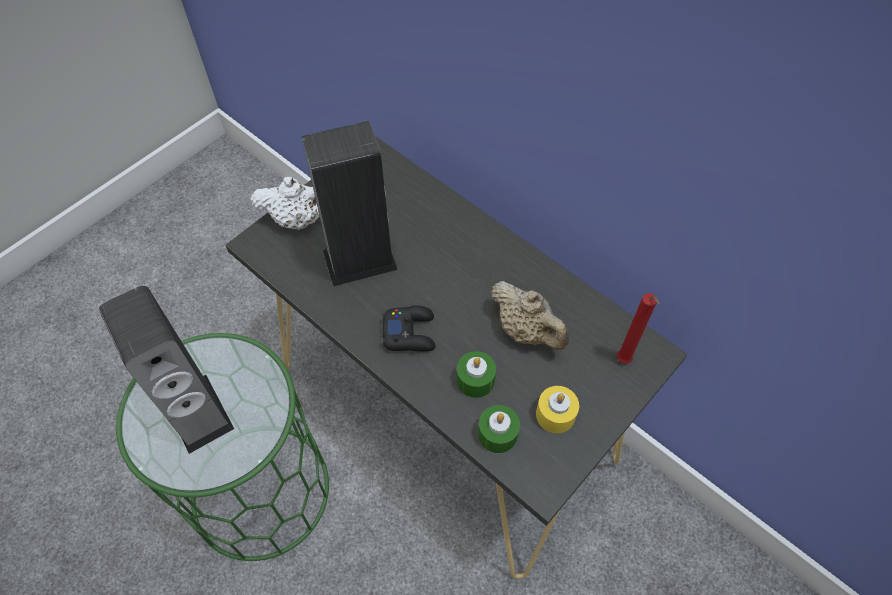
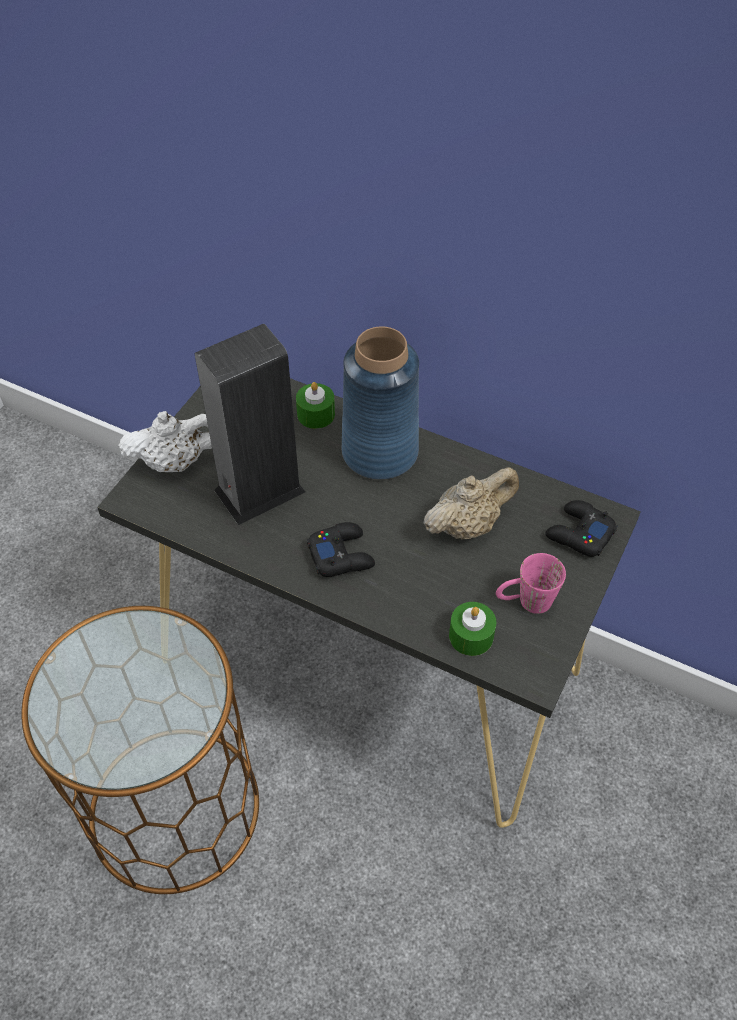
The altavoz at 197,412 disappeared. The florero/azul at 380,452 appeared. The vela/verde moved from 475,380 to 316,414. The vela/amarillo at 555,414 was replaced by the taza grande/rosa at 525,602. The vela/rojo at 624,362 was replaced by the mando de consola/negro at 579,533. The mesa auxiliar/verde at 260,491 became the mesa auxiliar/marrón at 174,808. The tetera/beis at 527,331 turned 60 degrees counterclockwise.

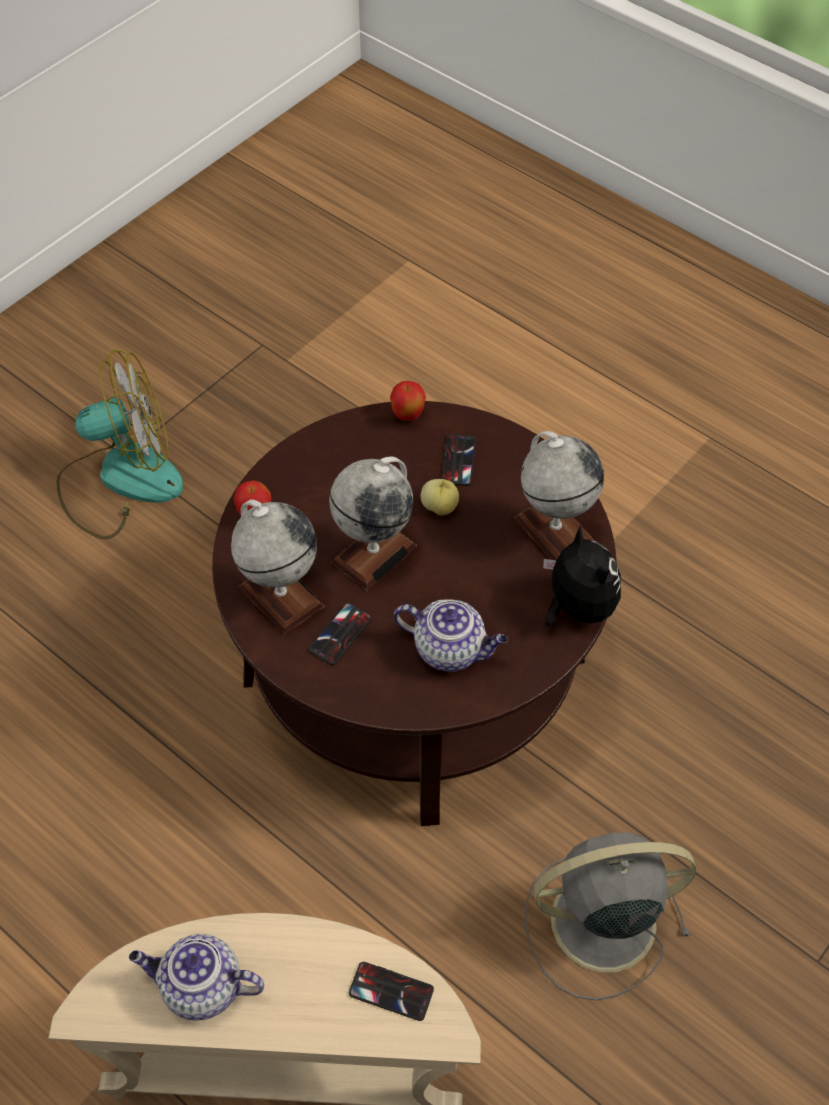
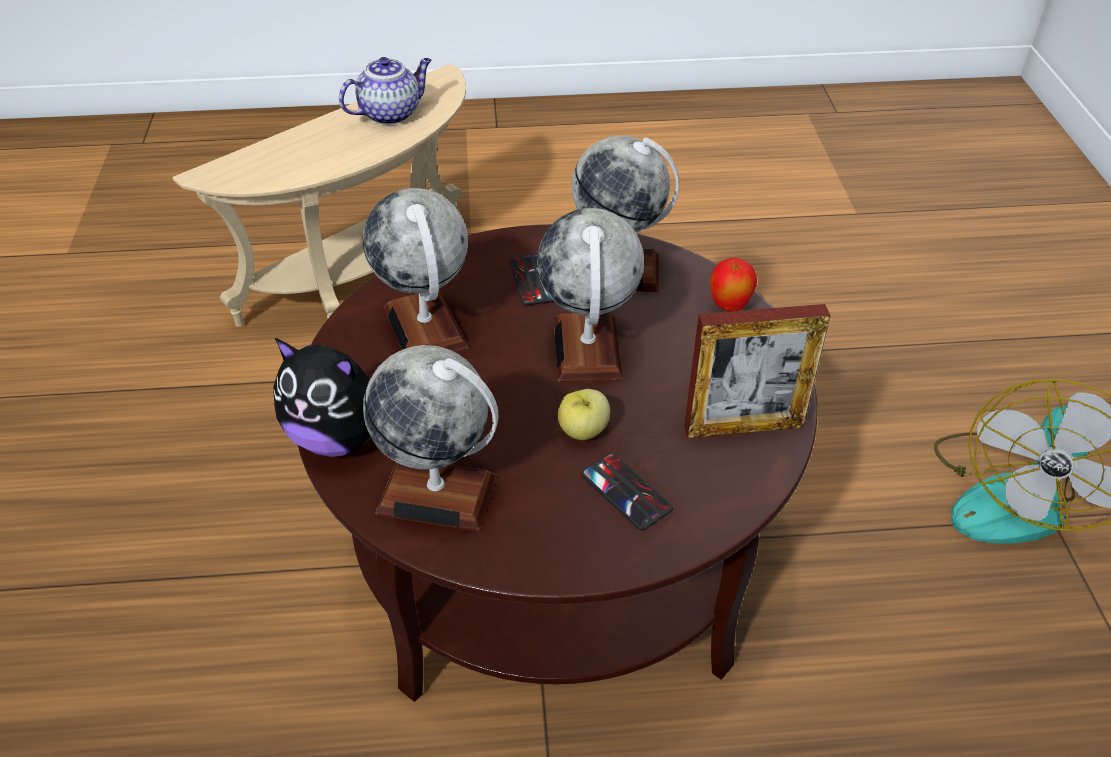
The móvil at 391,991 disappeared. The manzana at 407,416 disappeared. The ventilador/gris at 598,922 disappeared. The portarretratos at 743,427 appeared. The tetera at 451,649 was replaced by the globo terráqueo at 426,328.

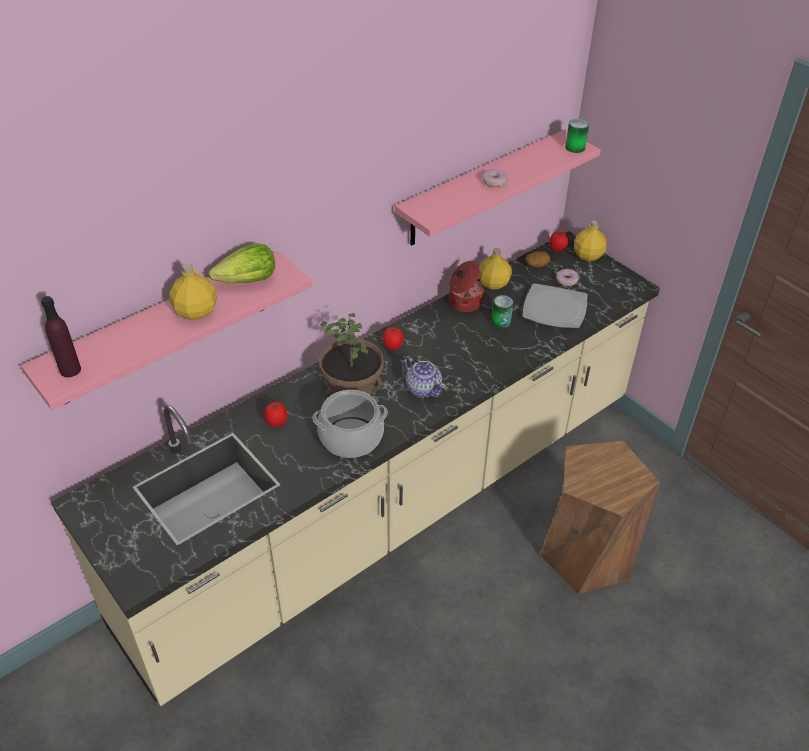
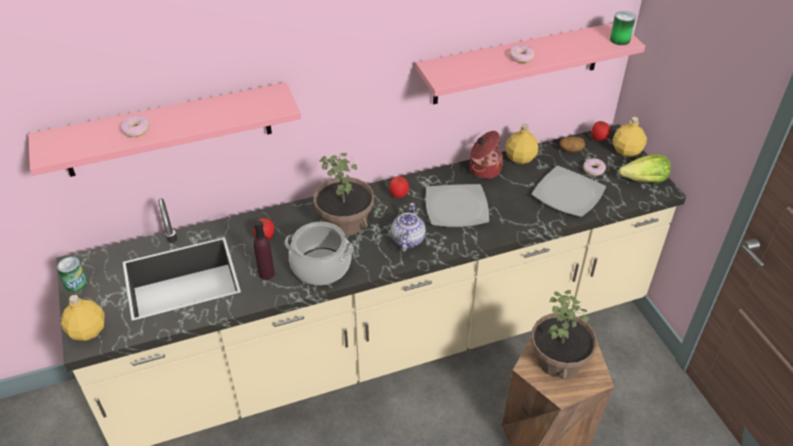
The rosquilla at 136,130 appeared. The plato at 457,207 appeared. The planta en maceta at 559,360 appeared. The botella/morado moved from 70,370 to 266,274. The botella/amarillo moved from 195,311 to 87,330. The lechuga moved from 247,281 to 644,181. The lata moved from 501,321 to 76,283. The tetera at 424,389 turned 150 degrees counterclockwise.

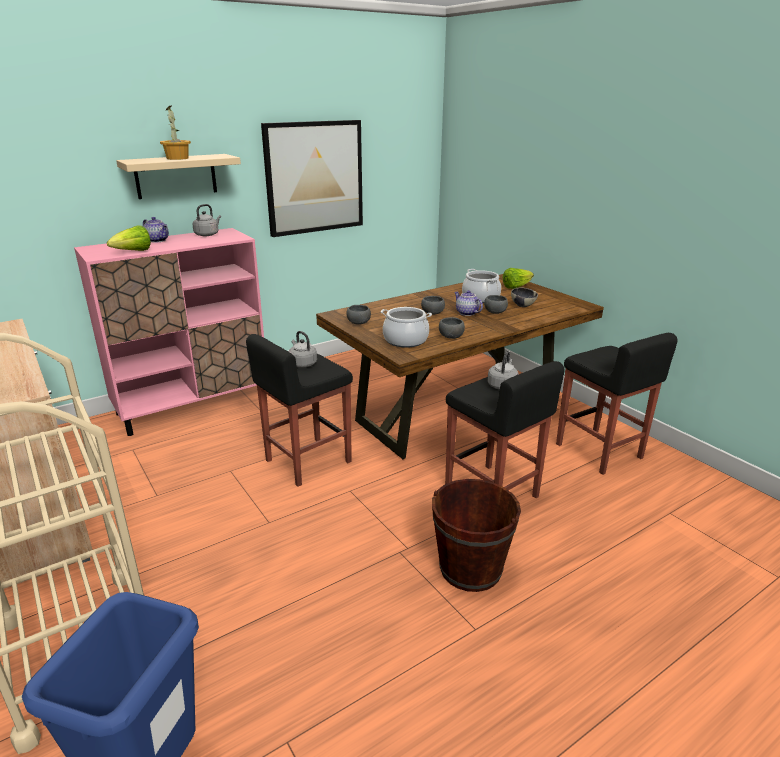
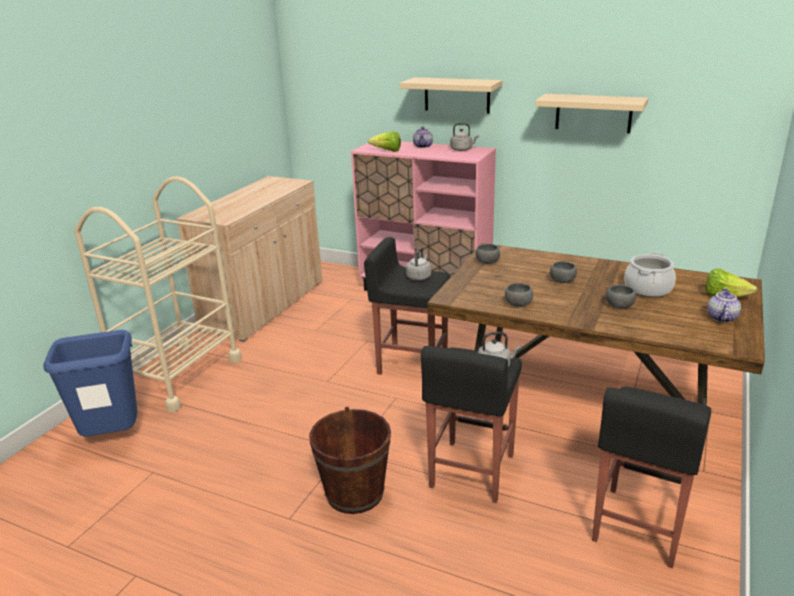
The planta en maceta at 178,158 disappeared. The olla at 405,340 disappeared. The cuenco at 523,305 disappeared. The tetera moved from 466,313 to 720,317. The cuadro at 314,177 was replaced by the estante/beis at 593,113.

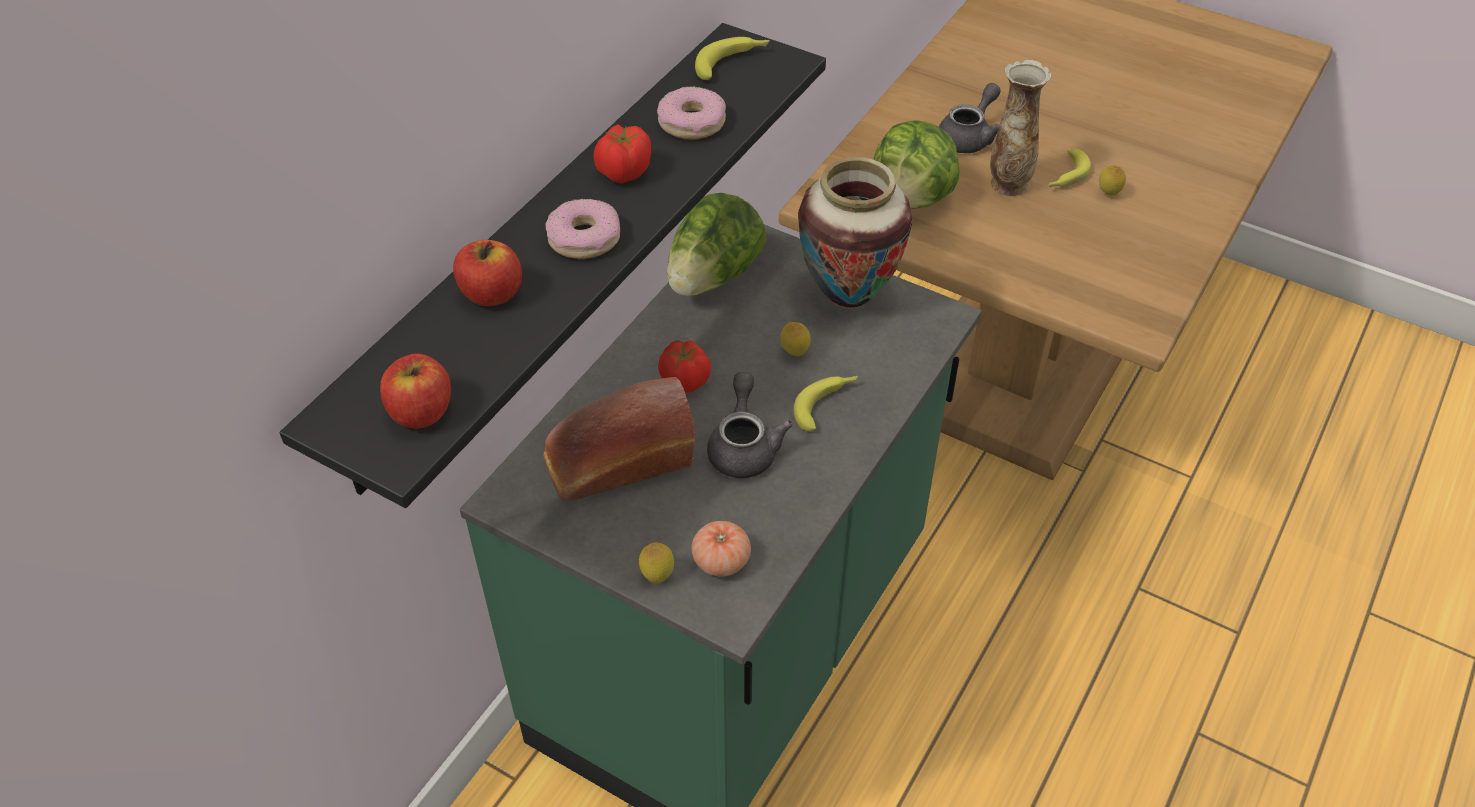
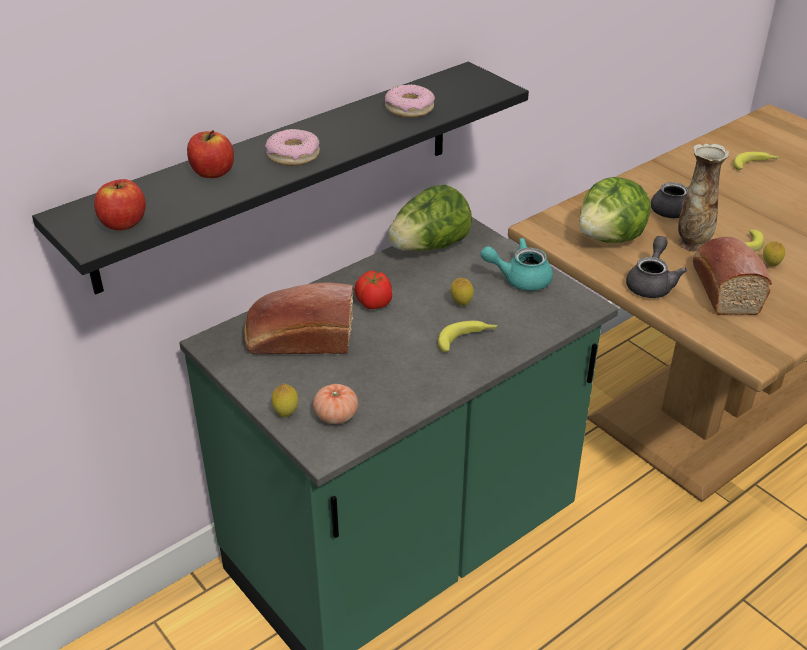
The tomate at 623,172 disappeared. The pan at 723,287 appeared. The plátano moved from 732,63 to 755,165. The tetera/gris moved from 744,446 to 651,283. The florero at 847,297 was replaced by the tetera/turquesa at 519,279.

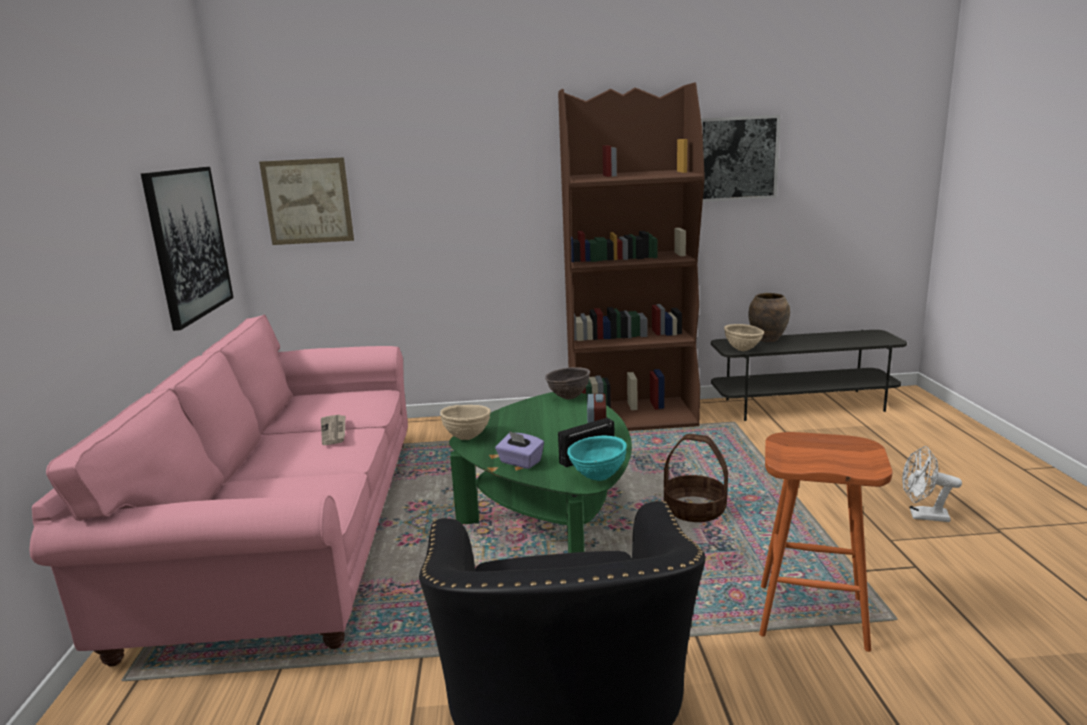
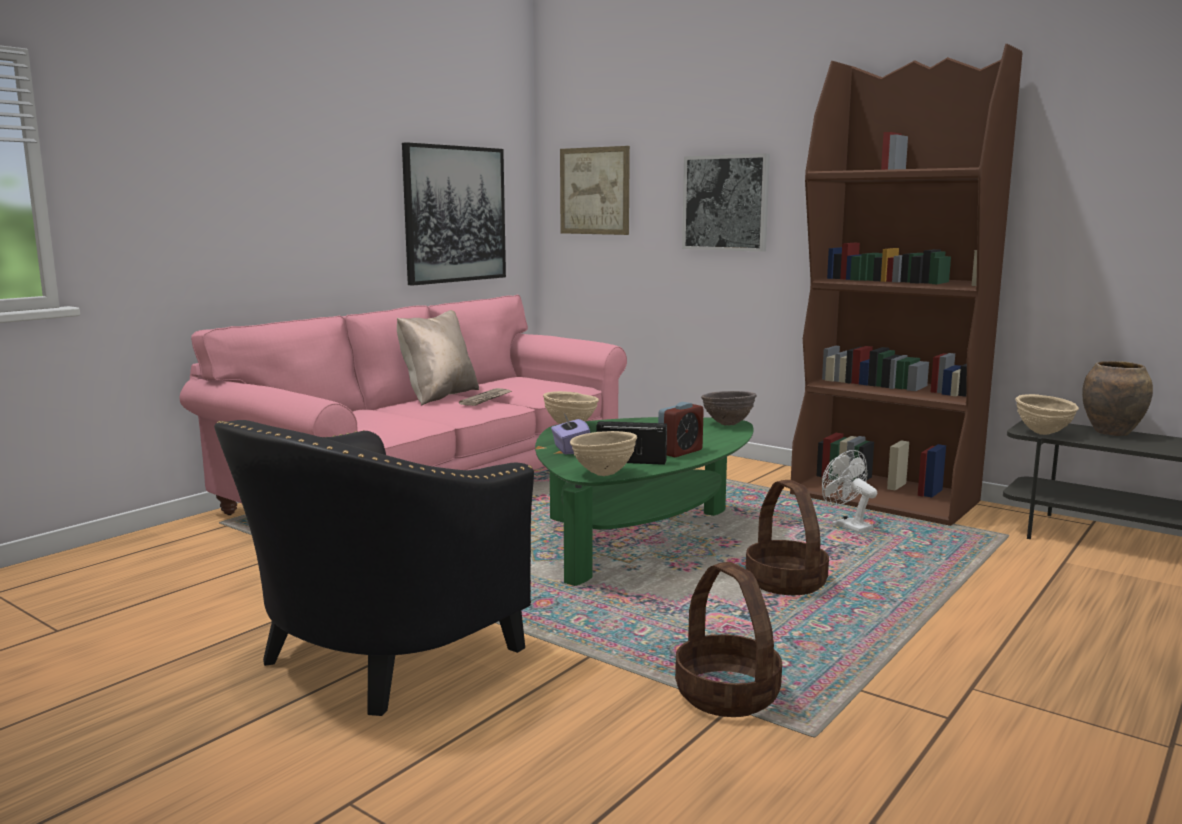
The cojín/beis at 438,396 appeared. The cuadro moved from 737,158 to 726,203. The ventilador/blanco moved from 922,516 to 847,526. The taburete/naranja at 813,616 was replaced by the cesta at 728,695. The cuenco/turquesa at 598,478 became the cuenco/beis at 603,474.

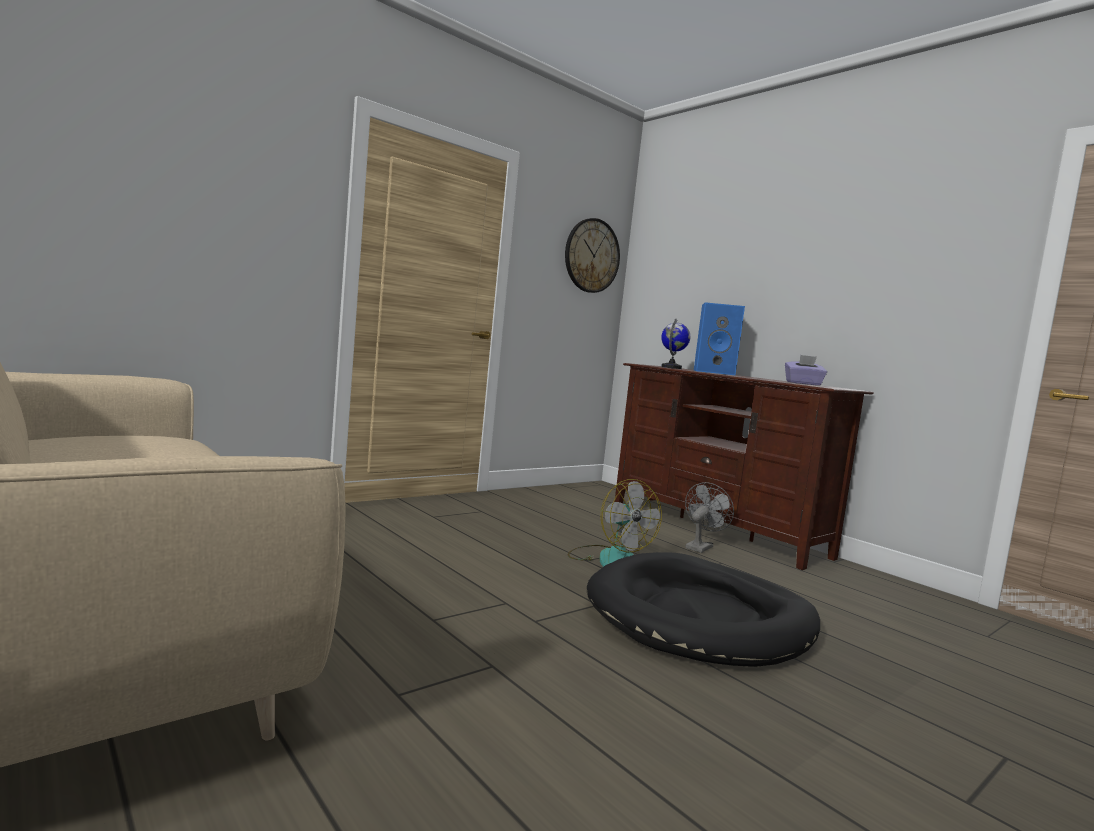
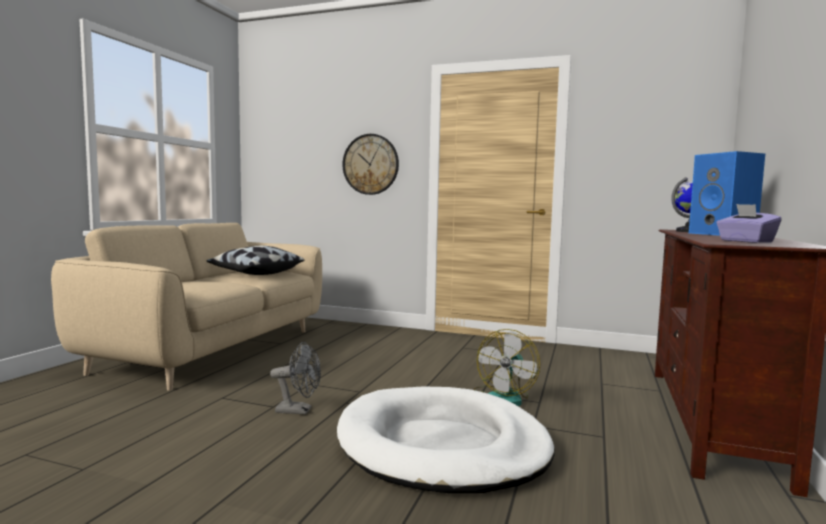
The cojín at 255,273 appeared. The reloj de pared moved from 591,256 to 370,164. The ventilador/gris moved from 700,547 to 299,410. The cama para perro/negro at 700,617 became the cama para perro/blanco at 442,445.

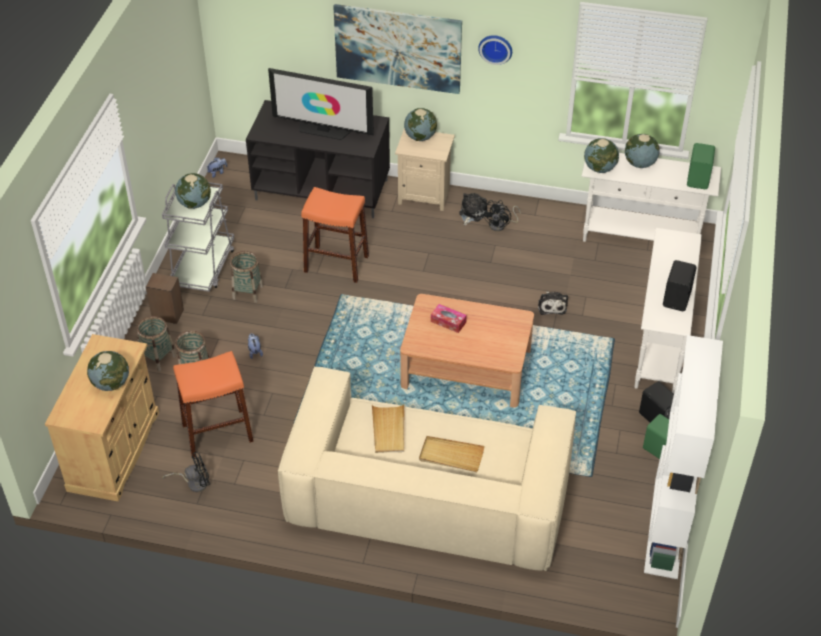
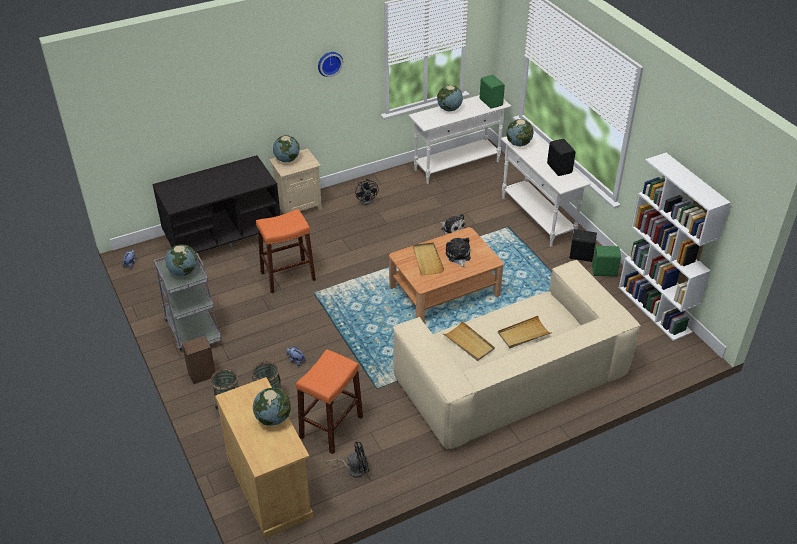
The cesta at 248,292 disappeared. The televisor at 323,130 disappeared. The cuadro at 398,48 disappeared. The peluche moved from 472,213 to 458,256. The globo terráqueo moved from 600,168 to 518,144. The caja de pañuelos at 448,322 was replaced by the bandeja/beis at 427,260. The ventilador/negro at 194,483 turned 45 degrees clockwise.

